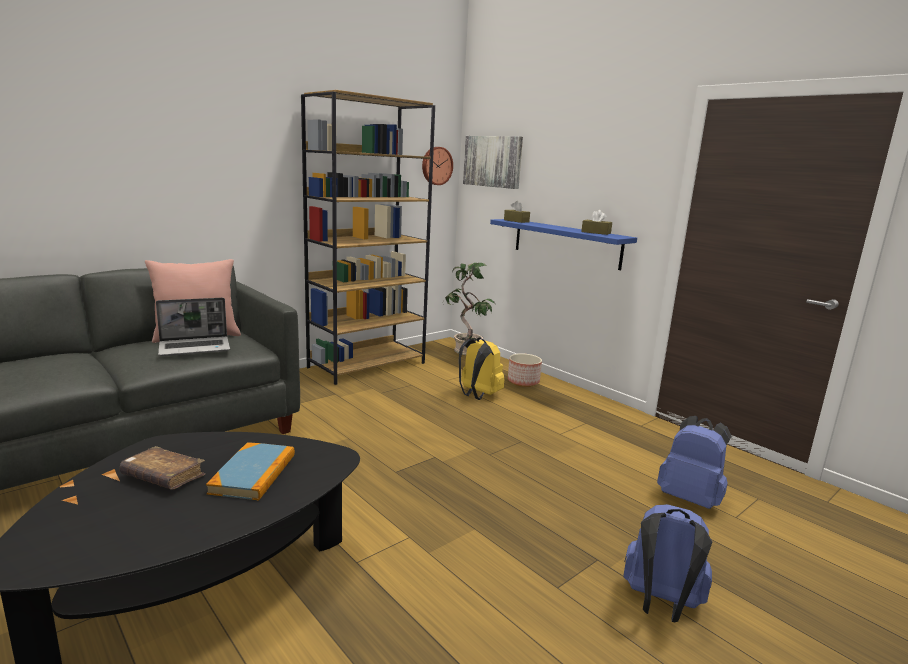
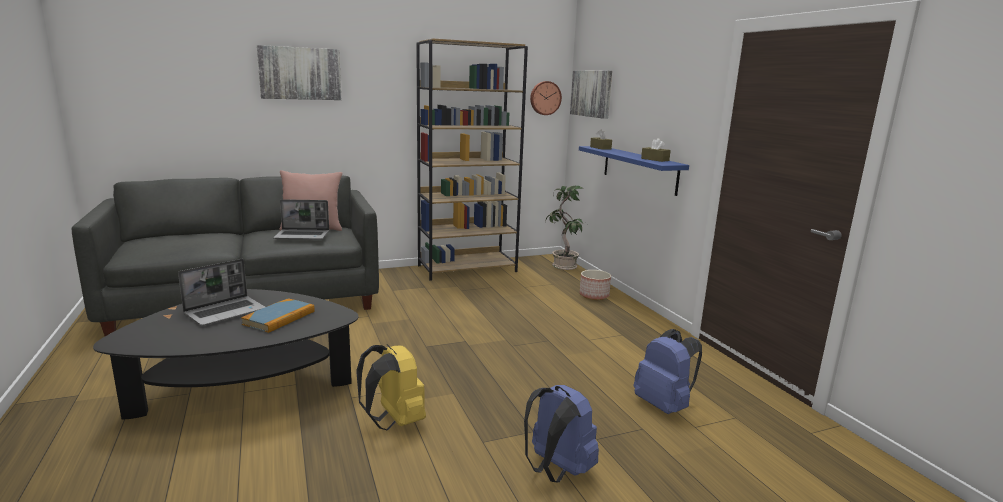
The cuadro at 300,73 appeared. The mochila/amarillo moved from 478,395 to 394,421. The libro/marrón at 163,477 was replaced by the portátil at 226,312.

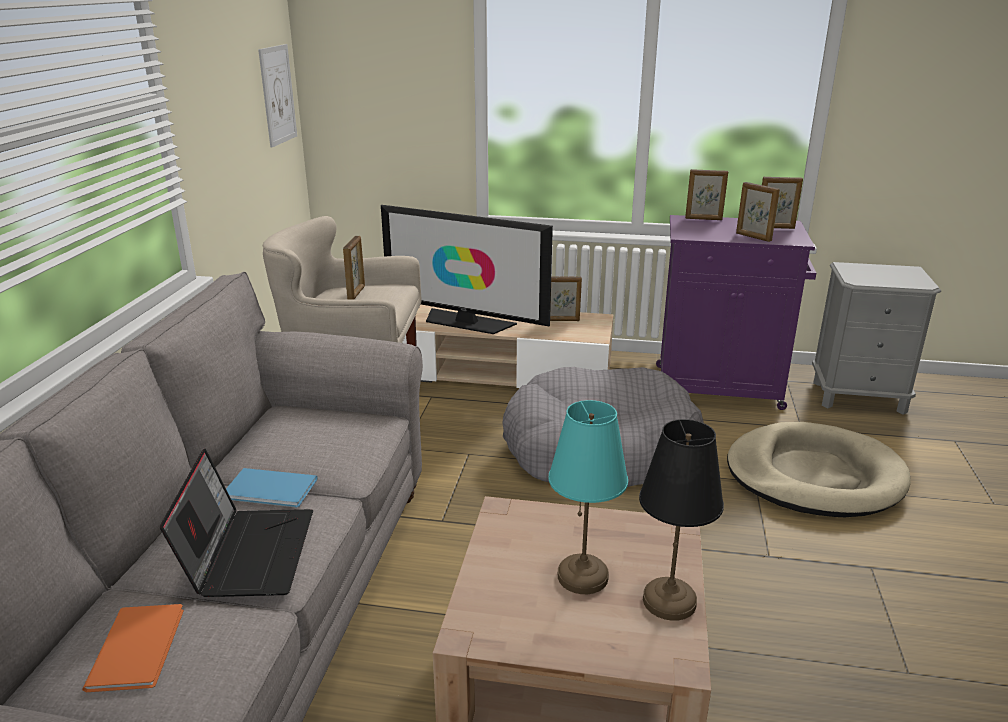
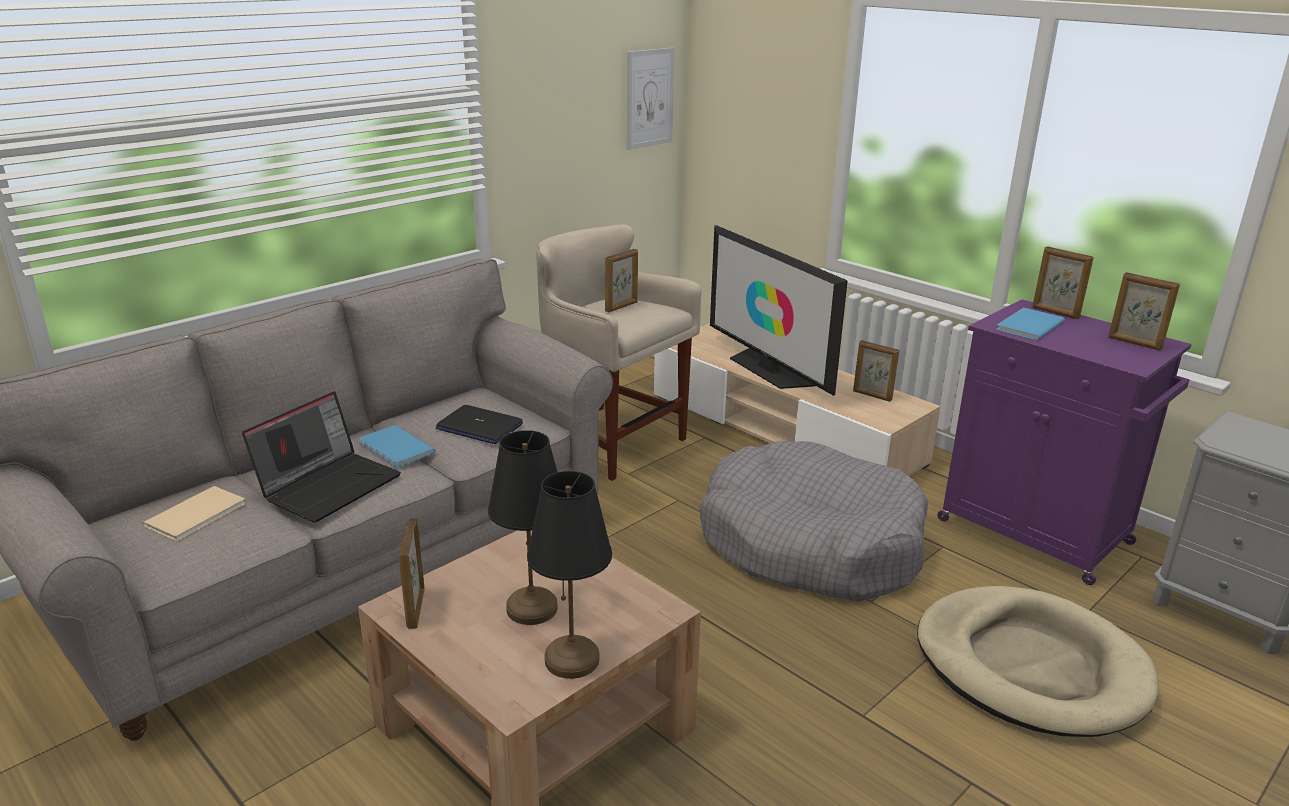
The portátil at 479,426 appeared. The libro/azul at 1027,326 appeared. The portarretratos moved from 753,237 to 415,608. The libro/naranja at 141,646 became the libro/beis at 199,514. The lámpara de mesa/turquesa at 584,576 became the lámpara de mesa/negro at 533,609.

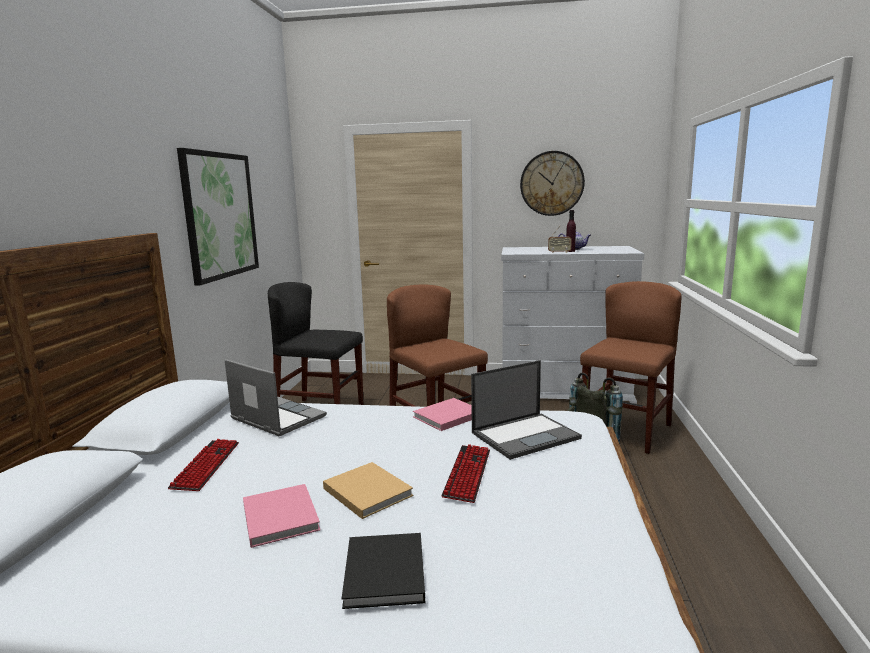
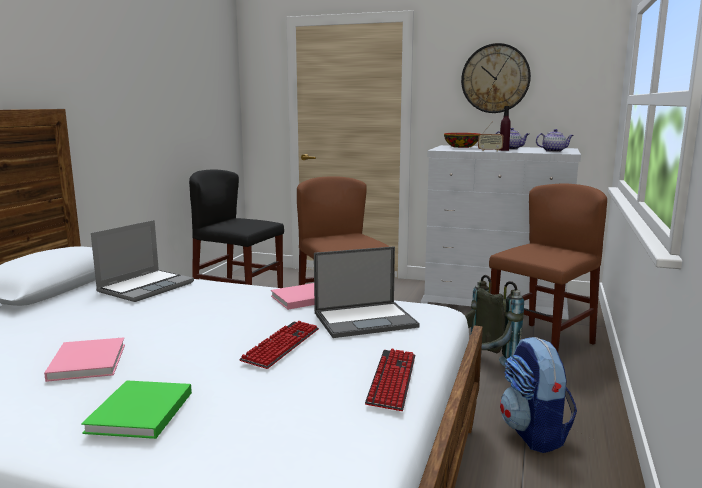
The cuadro at 220,215 disappeared. The libro/beis at 366,491 disappeared. The cuenco at 461,147 appeared. The mochila at 534,433 appeared. The tetera at 554,151 appeared. The teclado moved from 206,466 to 392,380. The libro/negro at 384,575 became the libro/verde at 139,413. The portátil at 276,418 turned 75 degrees clockwise.

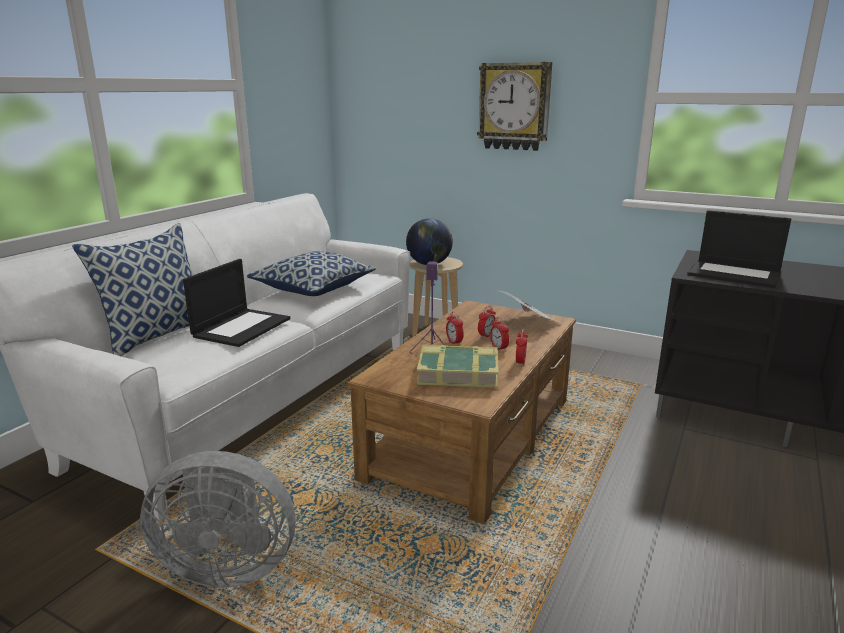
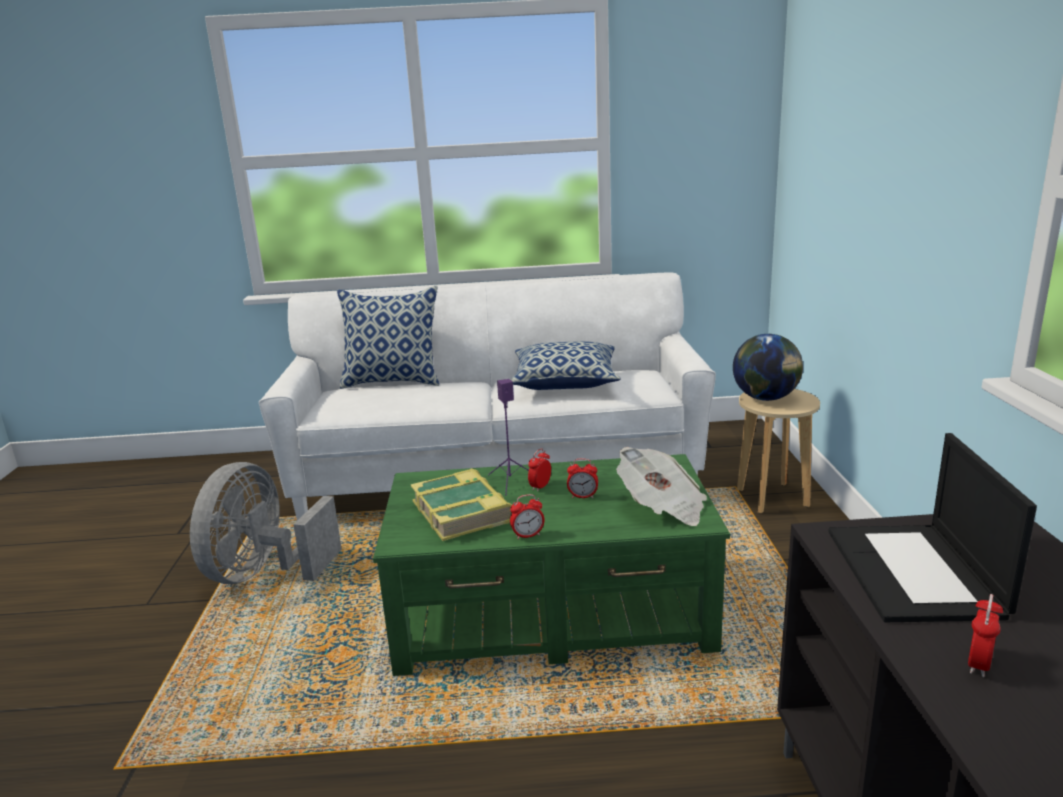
The portátil at 242,327 disappeared. The reloj de pared at 514,106 disappeared. The despertador moved from 498,348 to 978,664. The mesa de centro/marrón at 473,437 became the mesa de centro/verde at 553,613. The ventilador/gris at 228,565 turned 45 degrees clockwise.

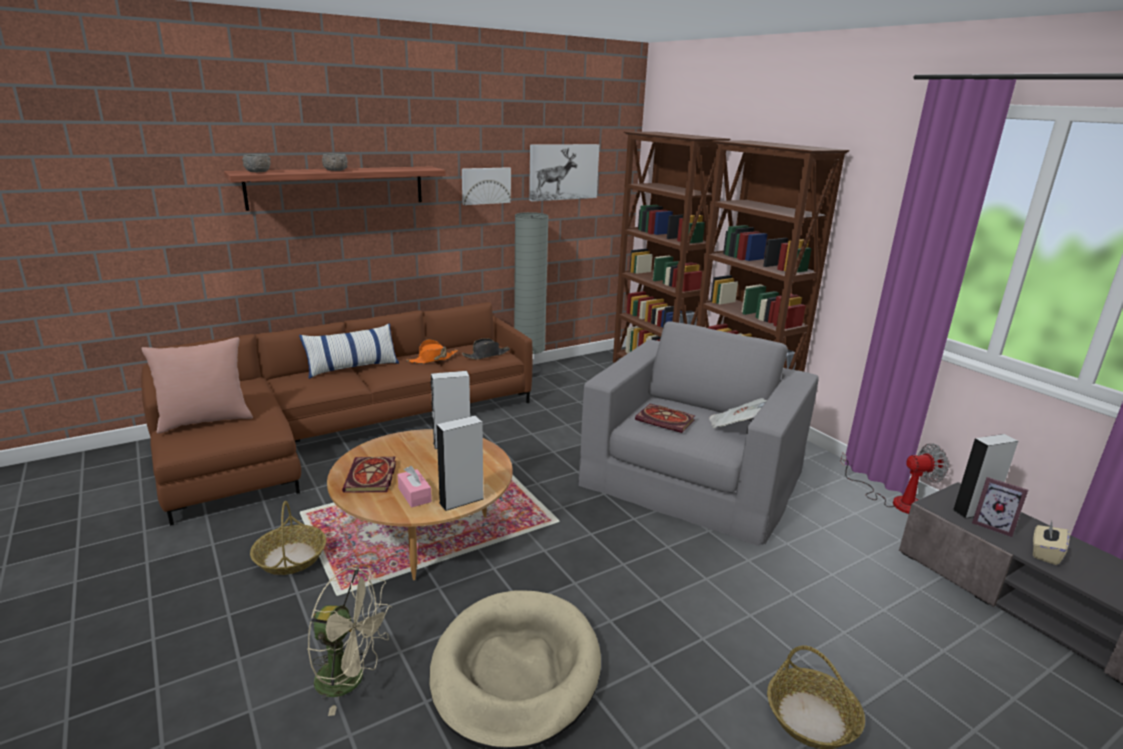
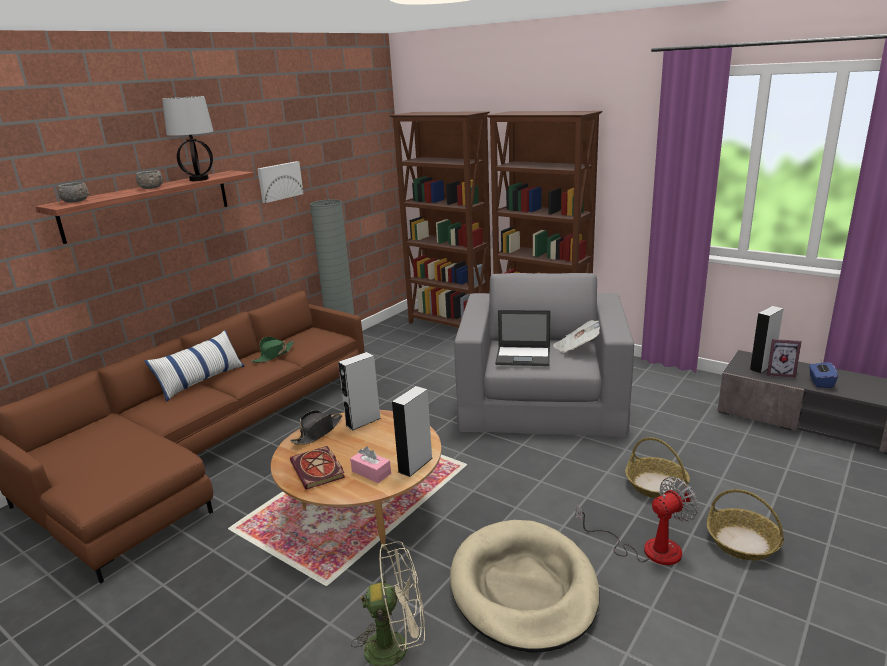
The cojín/rosa at 205,421 disappeared. The cuadro at 563,172 disappeared. The lámpara de mesa at 199,179 appeared. The cesta moved from 290,558 to 656,485. The sombrero/negro moved from 486,355 to 318,432. The ventilador moved from 896,501 to 647,549. The libro at 666,420 was replaced by the portátil at 524,356. The sombrero/naranja at 432,359 became the sombrero/verde at 273,355. The caja de pañuelos/beis at 1045,553 became the caja de pañuelos/azul at 820,382.

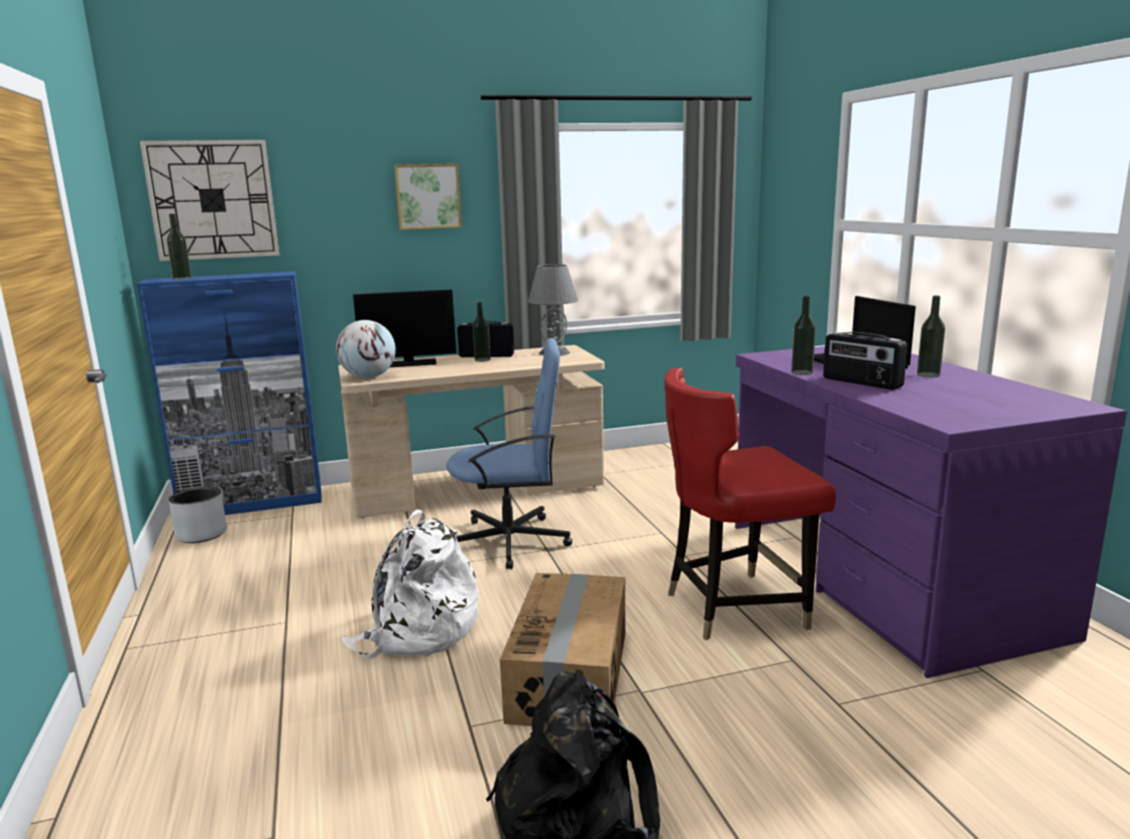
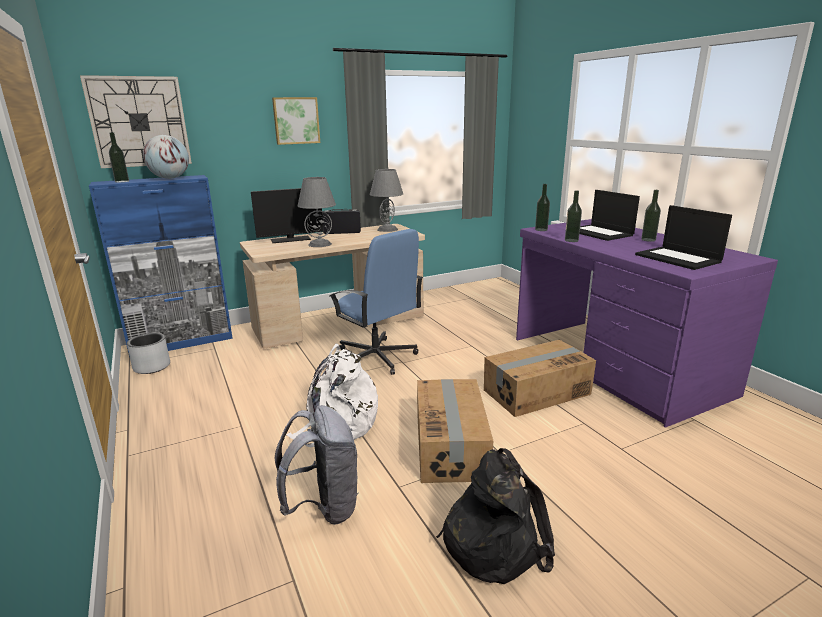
The radio at 861,383 disappeared. The mochila/gris at 324,507 appeared. The lámpara de mesa/gris at 319,244 appeared. The portátil at 679,258 appeared. The globo terráqueo moved from 368,377 to 170,178. The botella moved from 482,360 to 541,229. The silla/rojo at 734,607 was replaced by the caja de cartón at 536,392. The silla de oficina/azul at 511,541 turned 60 degrees clockwise.

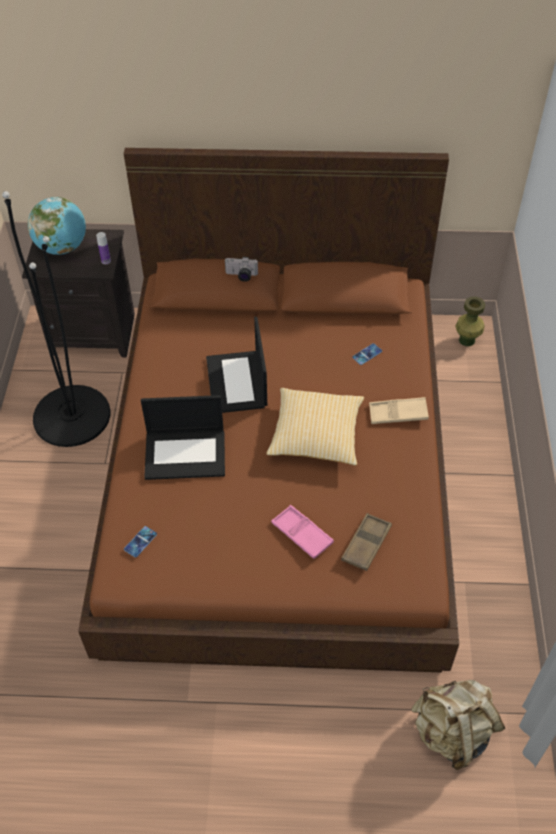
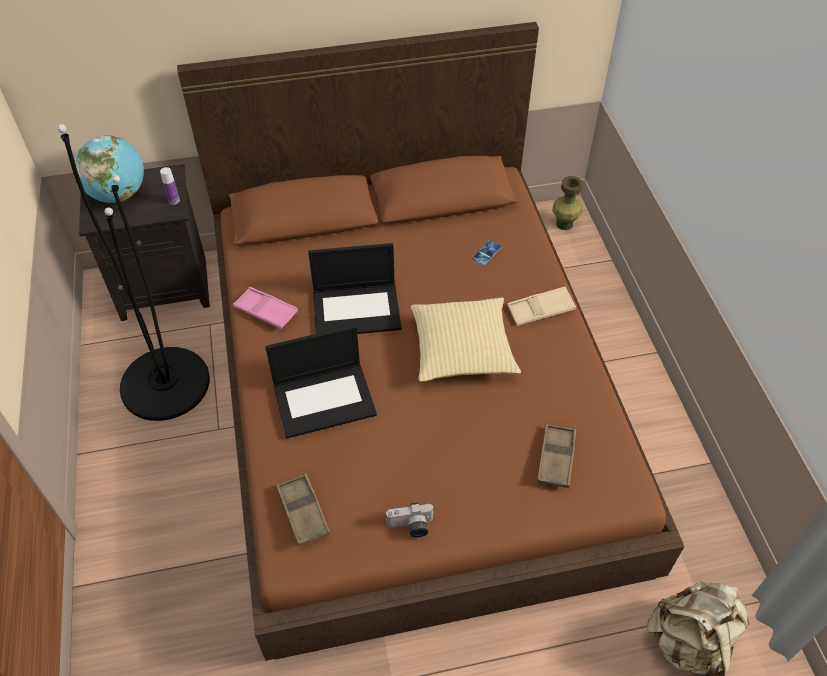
The cámara moved from 241,276 to 410,527. The bandeja/rosa moved from 302,534 to 266,311. The móvil at 140,542 was replaced by the bandeja/marrón at 303,512. The portátil at 237,383 turned 75 degrees counterclockwise.

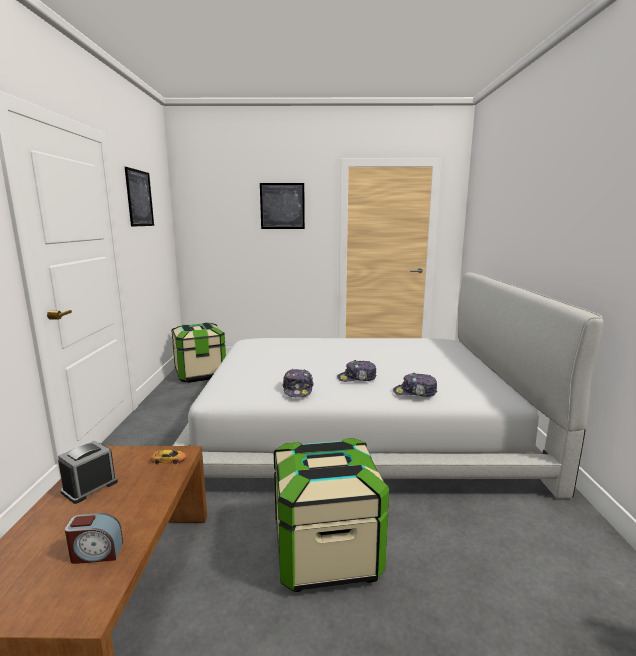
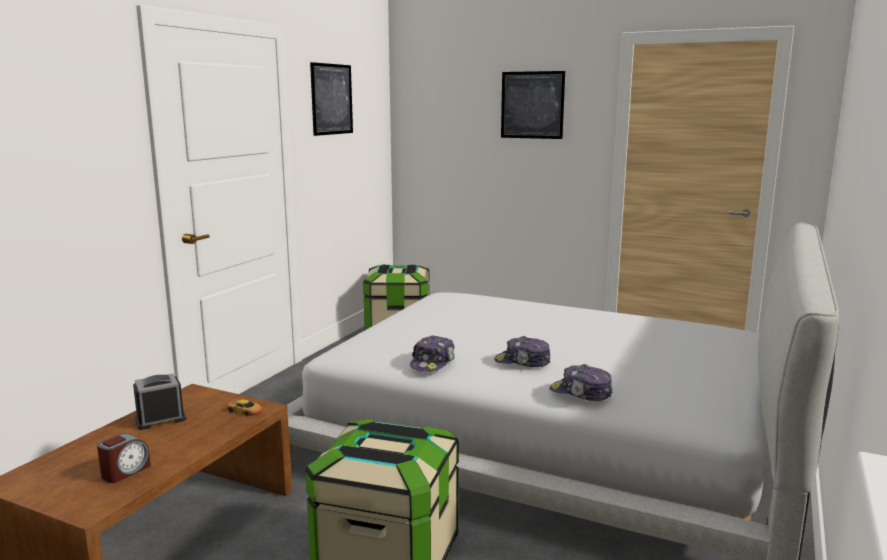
The despertador at 96,553 turned 75 degrees counterclockwise.

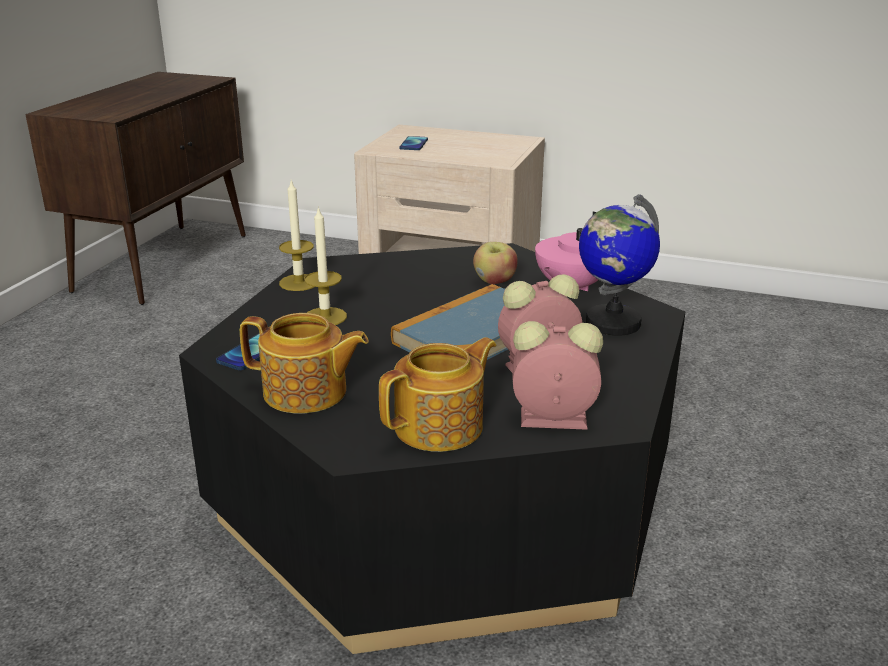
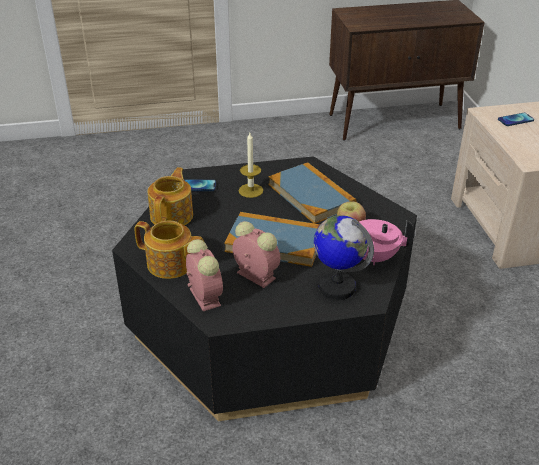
The vela at 299,282 disappeared. The libro at 311,196 appeared. The tetera at 306,393 turned 150 degrees counterclockwise.

